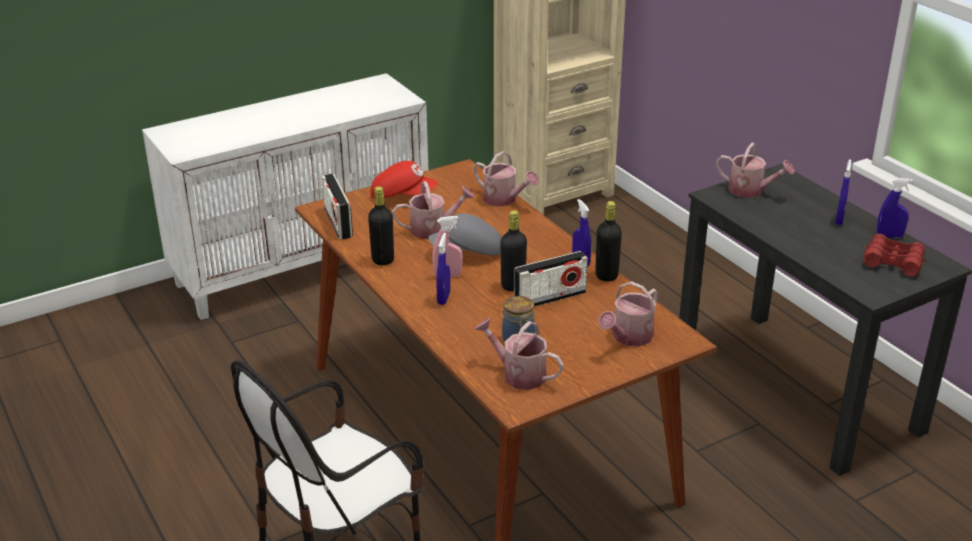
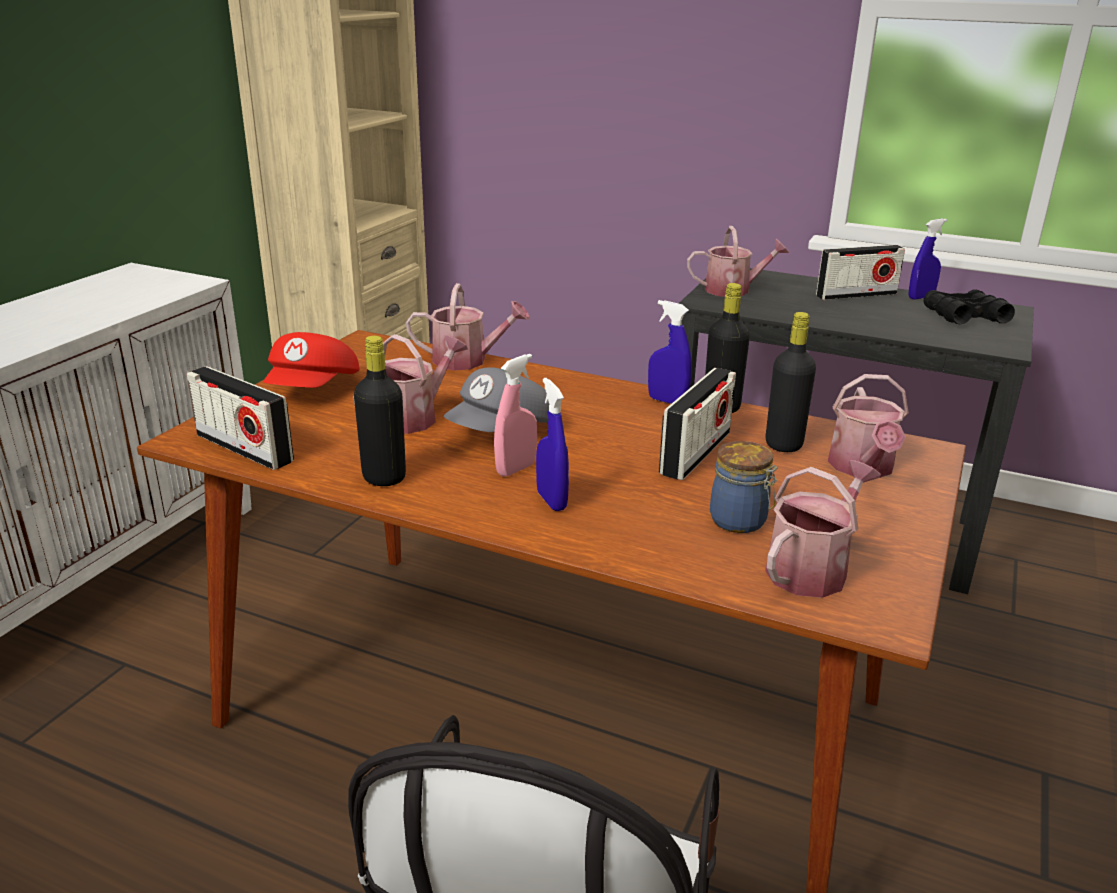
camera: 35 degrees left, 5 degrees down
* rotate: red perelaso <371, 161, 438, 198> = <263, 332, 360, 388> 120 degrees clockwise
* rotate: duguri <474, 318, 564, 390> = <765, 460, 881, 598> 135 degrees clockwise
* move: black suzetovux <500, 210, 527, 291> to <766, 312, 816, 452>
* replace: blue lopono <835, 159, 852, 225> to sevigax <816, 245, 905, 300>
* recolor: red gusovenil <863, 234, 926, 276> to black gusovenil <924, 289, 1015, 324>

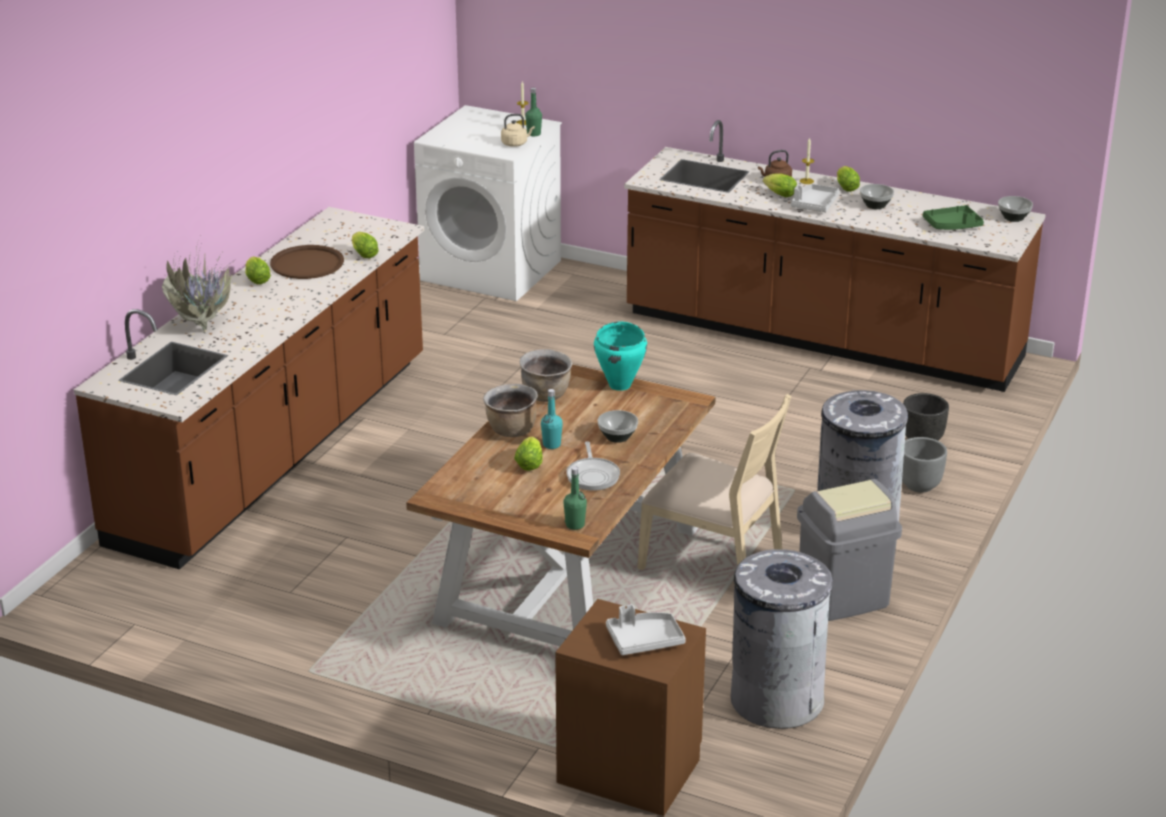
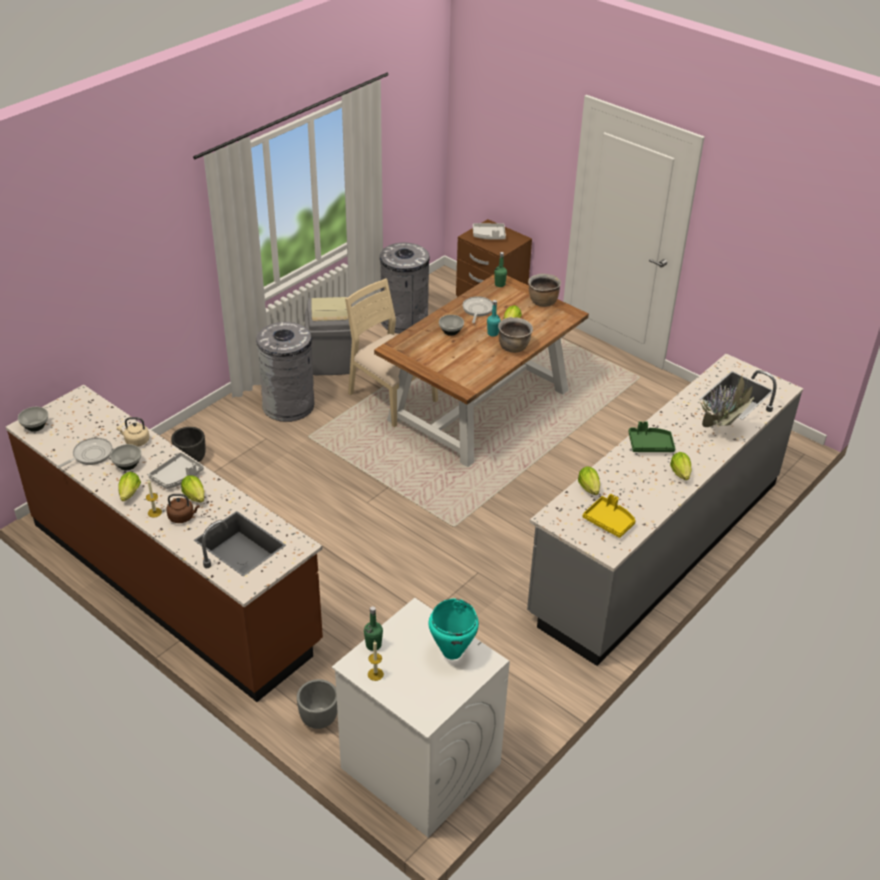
camera: 165 degrees left, 10 degrees up
* recolor: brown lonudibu <74, 207, 424, 569> to grey lonudibu <527, 354, 803, 666>
* delete: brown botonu <270, 245, 344, 279>
* move: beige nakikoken <501, 114, 535, 147> to <117, 417, 149, 447>
* move: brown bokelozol <520, 349, 573, 402> to <528, 274, 561, 307>
* move: turquoise bokelozol <594, 321, 647, 391> to <429, 598, 479, 660>
* move: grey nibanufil <902, 437, 947, 493> to <297, 679, 337, 729>
* move: green botonu <923, 205, 984, 230> to <629, 421, 675, 452>
* insert: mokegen <56, 438, 112, 468>
* insert: yellow botonu <583, 494, 636, 538>

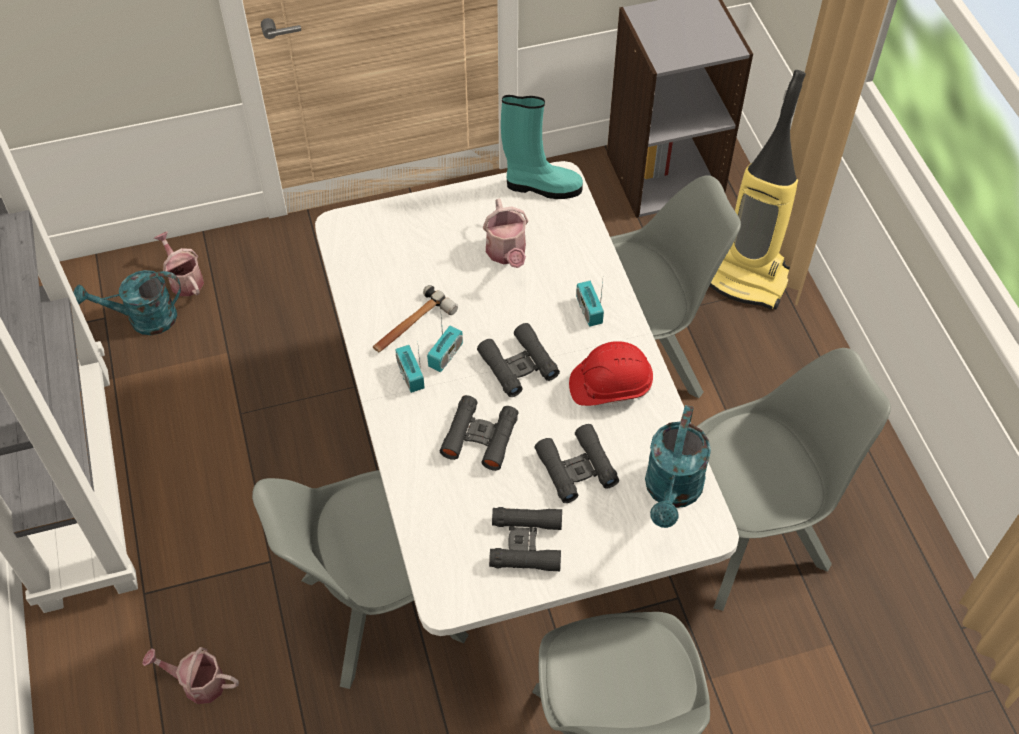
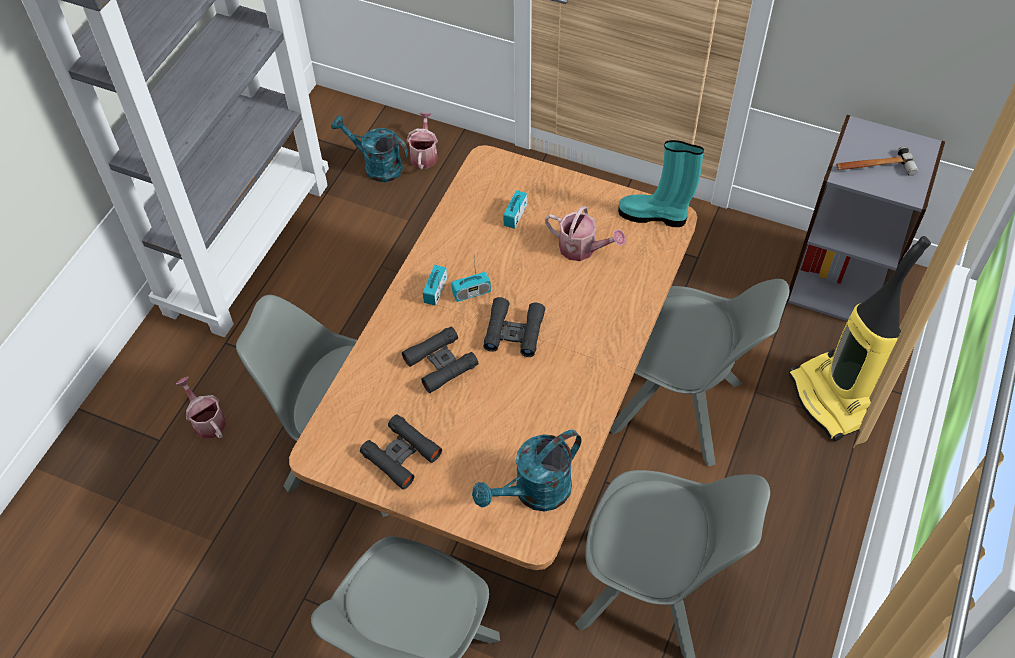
camera: 40 degrees right, 0 degrees up
* recolor: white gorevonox <315, 161, 739, 636> to brown gorevonox <289, 145, 697, 570>
* move: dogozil <373, 285, 458, 352> to <836, 146, 918, 176>
* rotate: duguri <483, 198, 528, 268> = <545, 206, 626, 261> 90 degrees counterclockwise
* rotate: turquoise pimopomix <501, 95, 583, 199> = <618, 140, 704, 227> 150 degrees clockwise
* delete: black gusovenil <535, 424, 619, 503>
* delete: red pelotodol <569, 341, 653, 406>
* move: sevigax <576, 281, 604, 327> to <503, 190, 527, 229>

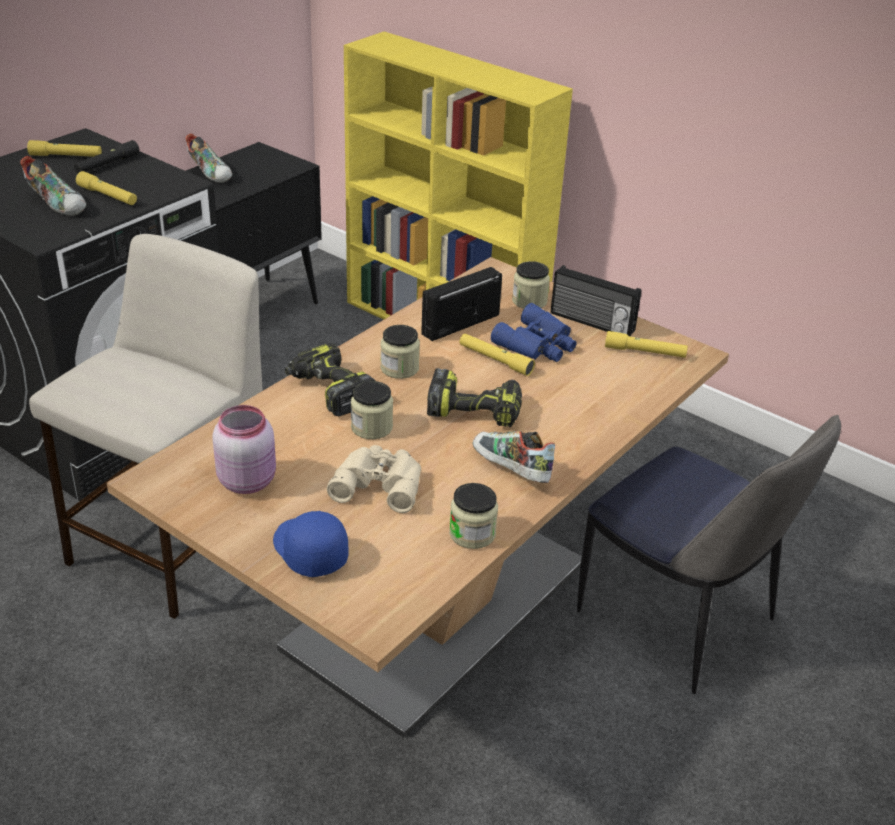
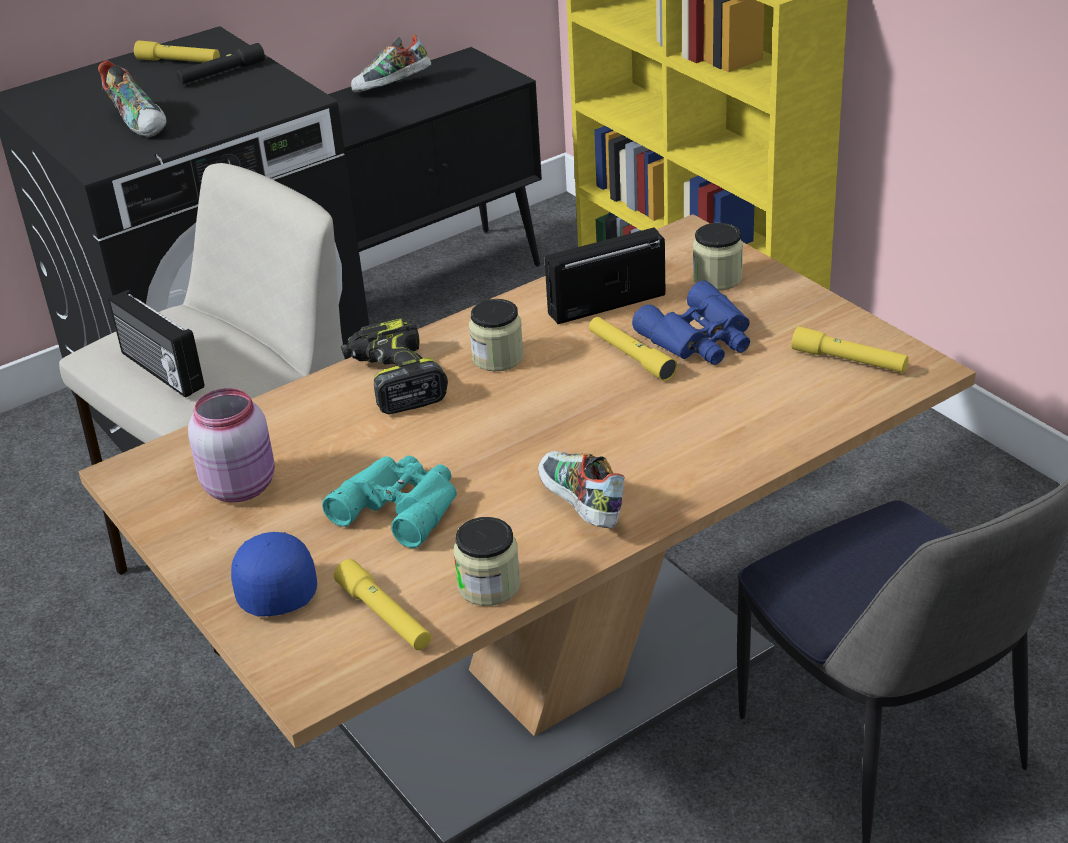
camera: 20 degrees right, 0 degrees up
* move: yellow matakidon <76, 171, 137, 205> to <334, 559, 431, 650>
* rotate: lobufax <185, 133, 232, 183> = <351, 34, 431, 92> 90 degrees clockwise
* recolor: beige gusovenil <327, 445, 421, 513> to turquoise gusovenil <322, 456, 457, 548>
* delete: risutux <351, 381, 393, 439>
* delete: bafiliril <427, 368, 522, 427>
* move: sevigax <551, 265, 641, 337> to <108, 290, 205, 398>

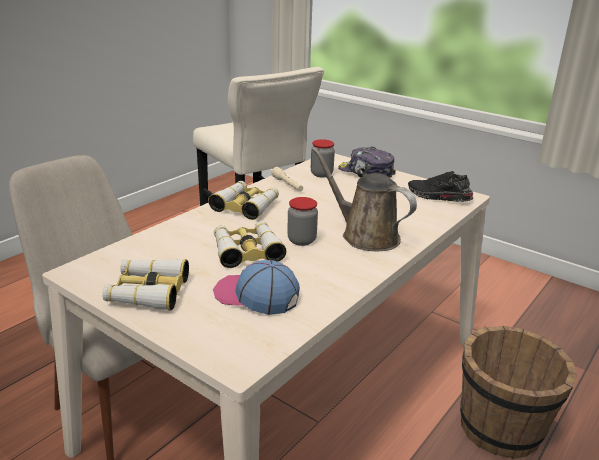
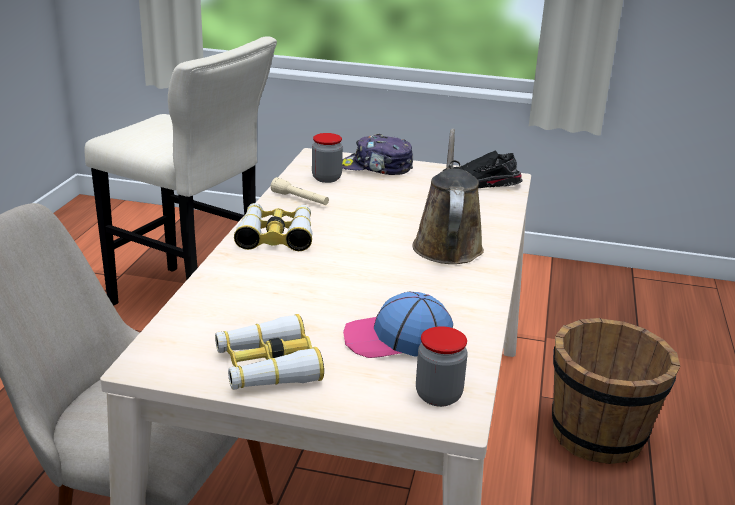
camera: 25 degrees left, 0 degrees up
* delete: gusovenil <214, 221, 287, 268>
* move: risutux <287, 197, 318, 246> to <416, 326, 468, 407>
* rotate: brown duguri <312, 147, 417, 251> = <413, 129, 484, 264> 75 degrees clockwise

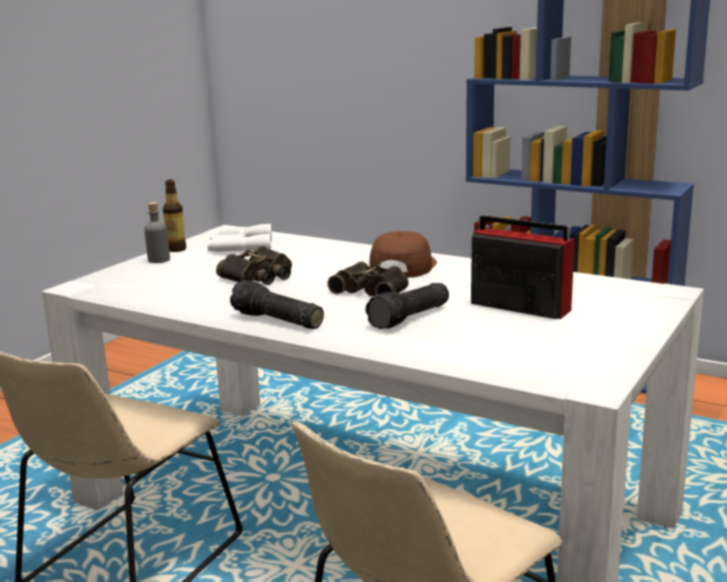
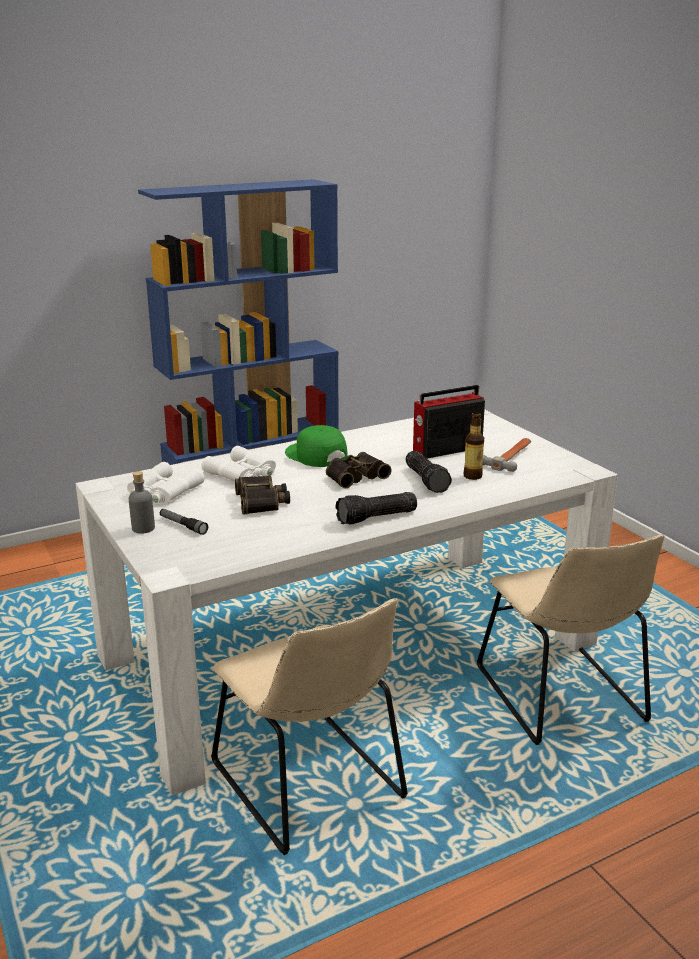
camera: 60 degrees left, 5 degrees up
* move: suzetovux <163, 180, 186, 252> to <463, 412, 484, 480>
* recolor: brown perelaso <370, 231, 437, 278> to green perelaso <285, 425, 347, 467>
* insert: matakidon <160, 509, 208, 535>
* insert: white gusovenil <202, 446, 276, 481>
* insert: dogozil <482, 438, 531, 472>

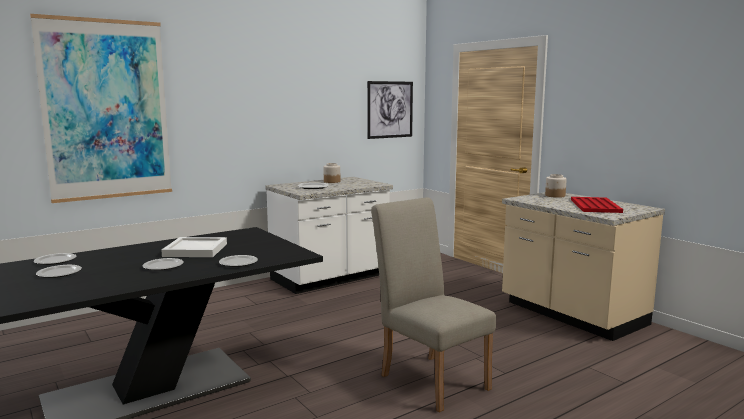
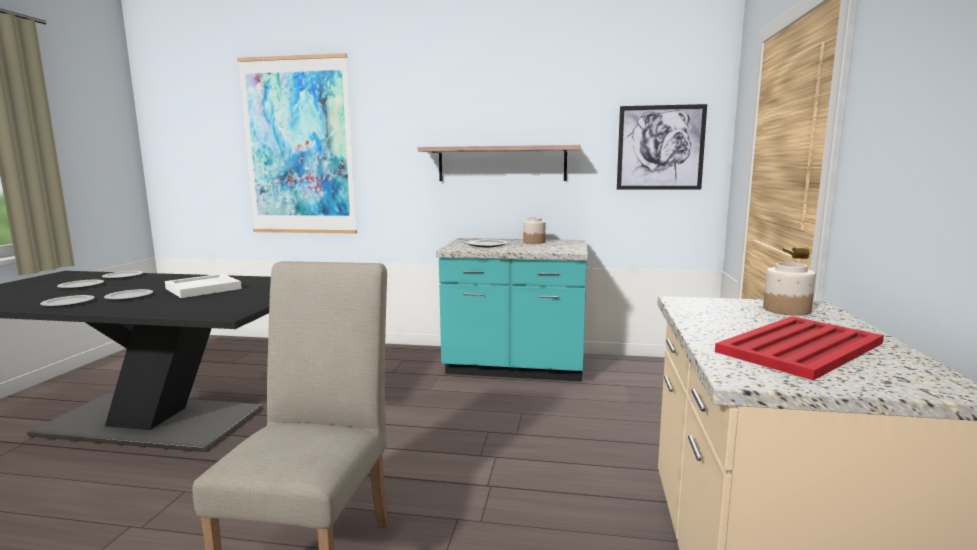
camera: 45 degrees right, 0 degrees up
* move: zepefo <219, 255, 258, 267> to <40, 295, 95, 307>
* recolor: white lonudibu <265, 177, 393, 294> to turquoise lonudibu <436, 238, 588, 382>
* insert: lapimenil <418, 145, 580, 181>

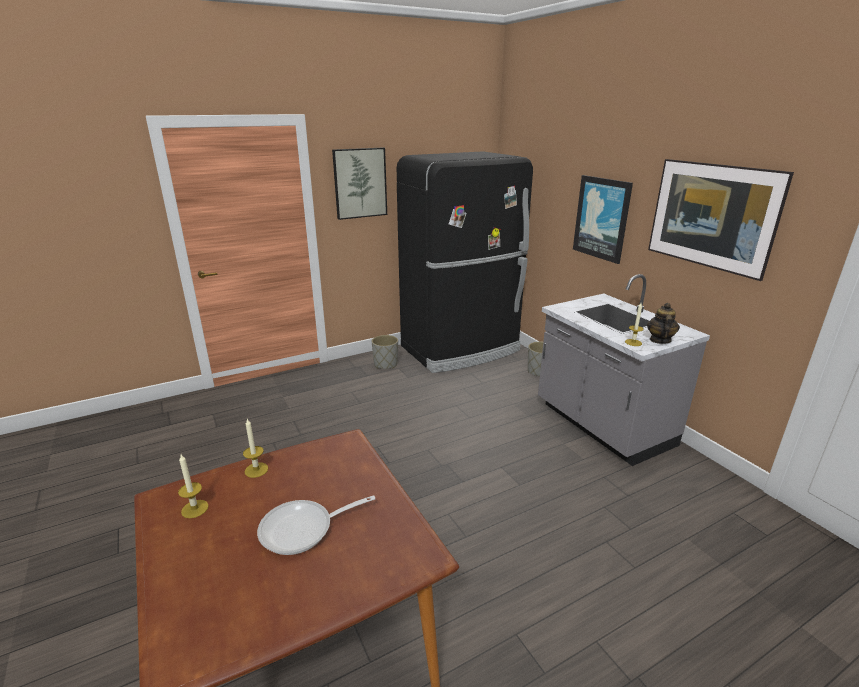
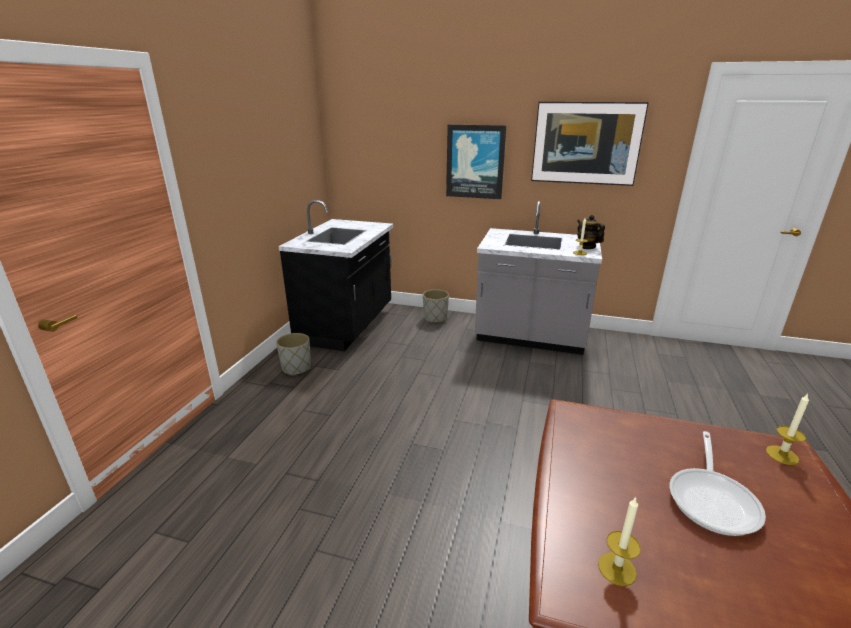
camera: 45 degrees left, 0 degrees up
* move: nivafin <243, 419, 268, 478> to <766, 394, 809, 465>
* delete: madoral <332, 148, 387, 220>
* replace: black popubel <397, 151, 533, 373> to black lonudibu <278, 200, 393, 351>

